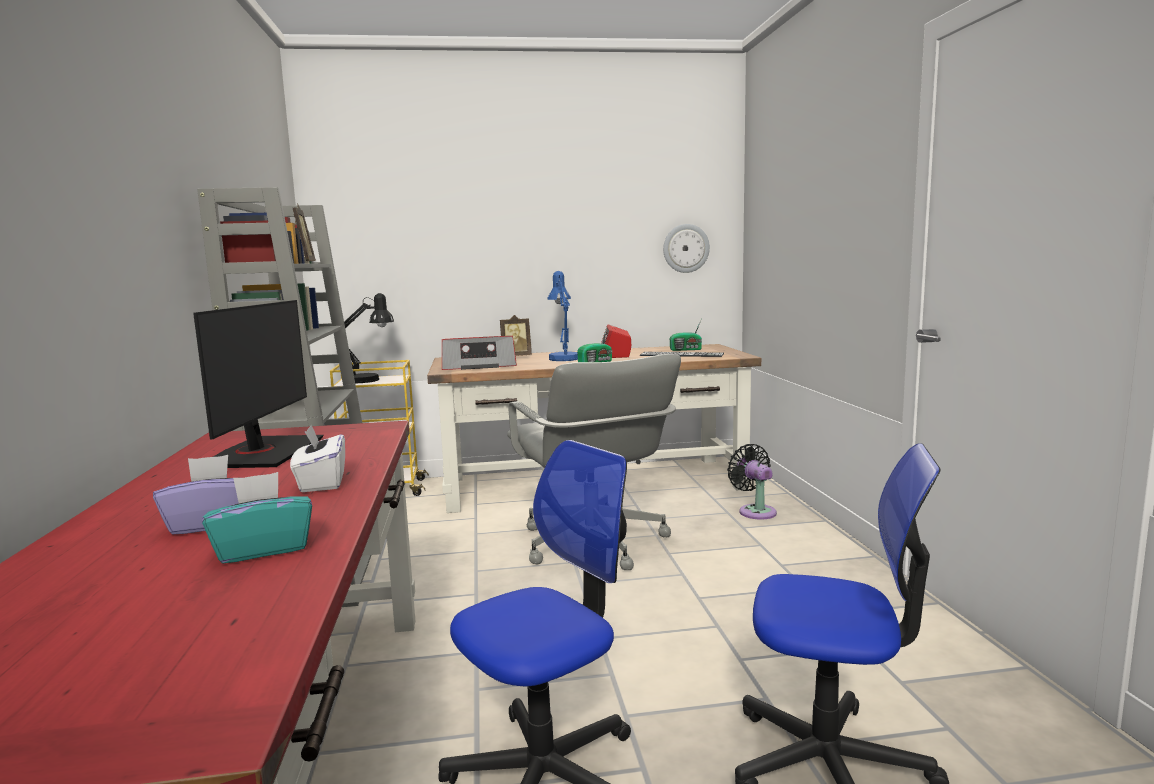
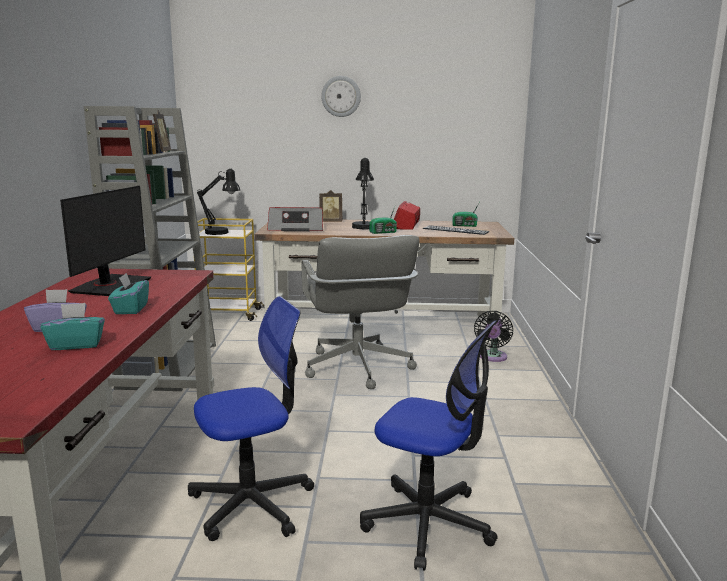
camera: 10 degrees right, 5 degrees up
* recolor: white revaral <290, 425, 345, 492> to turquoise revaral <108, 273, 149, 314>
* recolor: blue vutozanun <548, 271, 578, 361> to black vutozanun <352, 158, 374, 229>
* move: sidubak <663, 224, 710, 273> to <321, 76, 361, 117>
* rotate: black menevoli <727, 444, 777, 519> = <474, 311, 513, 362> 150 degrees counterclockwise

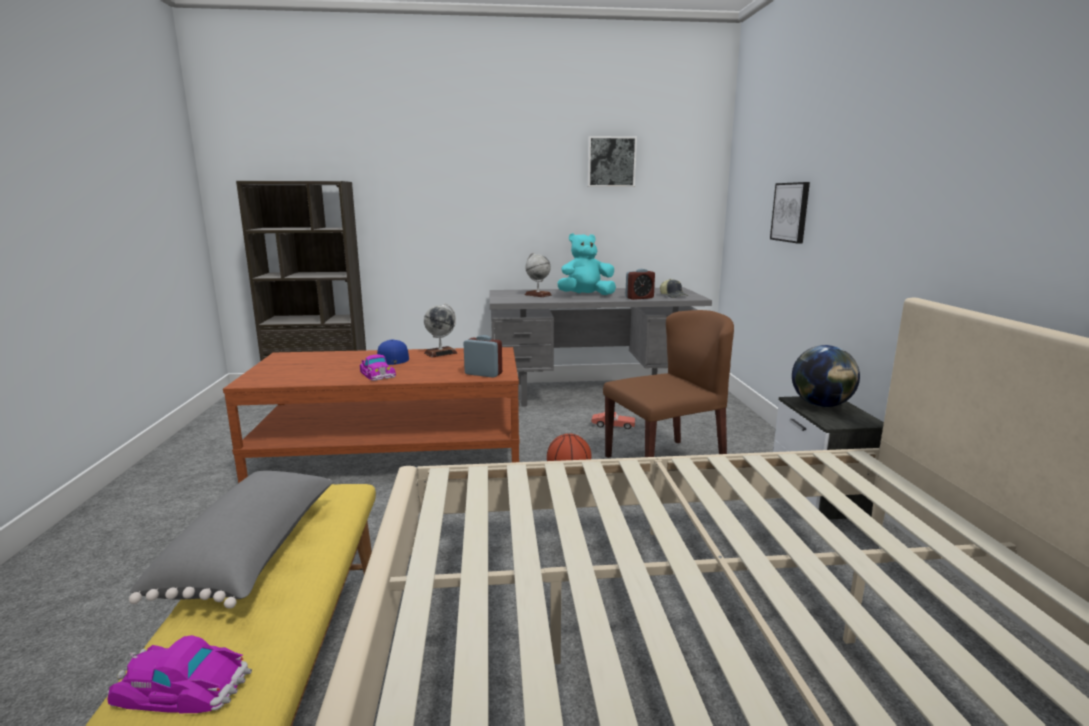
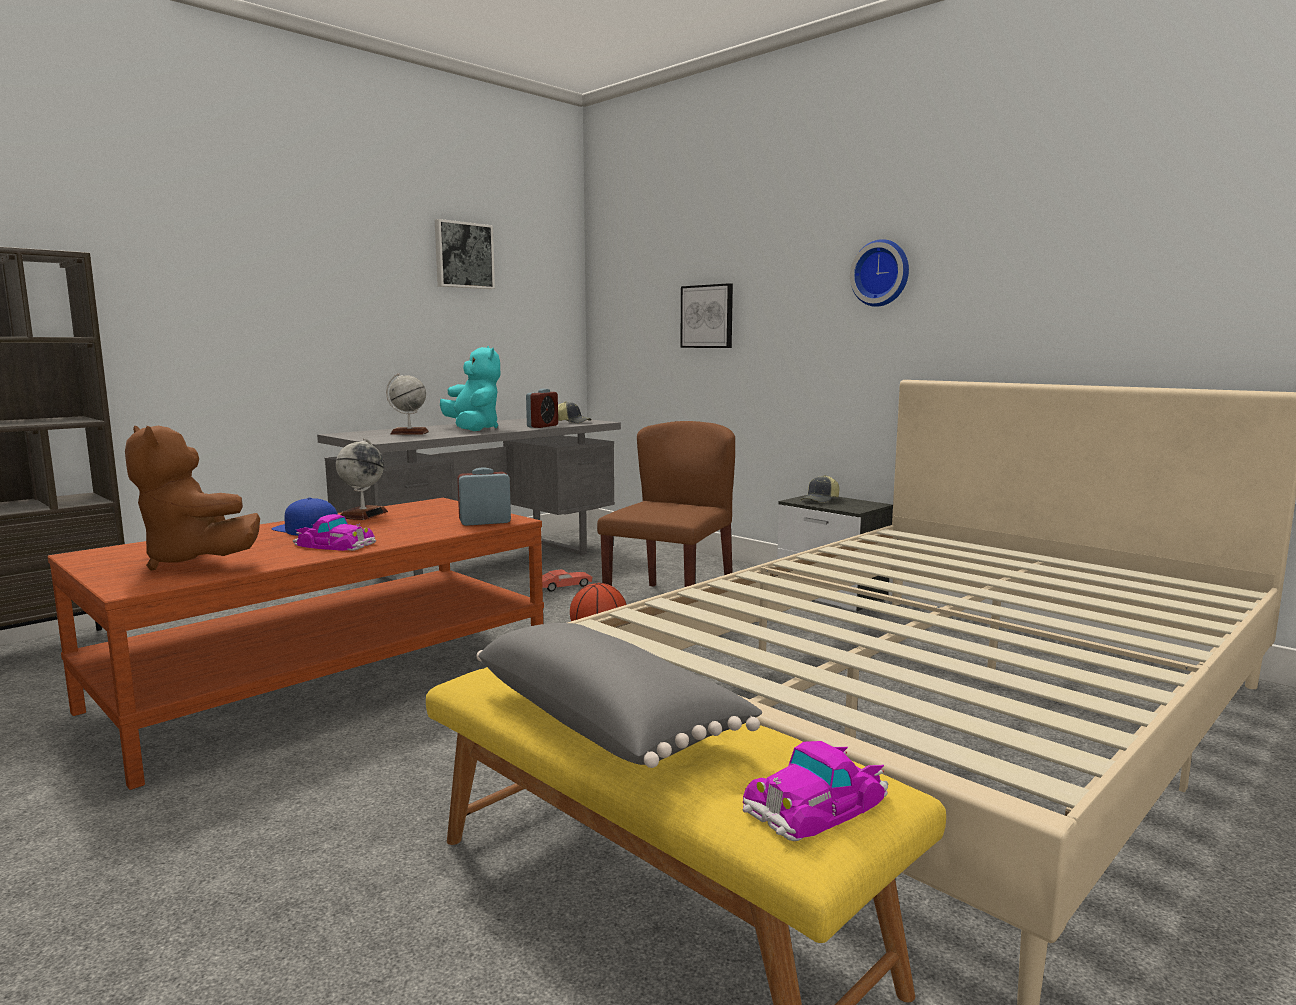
camera: 40 degrees left, 5 degrees down
* rotate: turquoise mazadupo <557, 233, 616, 295> = <440, 346, 500, 431> 120 degrees clockwise
* replace: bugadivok <792, 345, 860, 407> to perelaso <801, 475, 839, 503>
* insert: brown mazadupo <125, 426, 260, 571>
* insert: sidubak <850, 239, 909, 307>

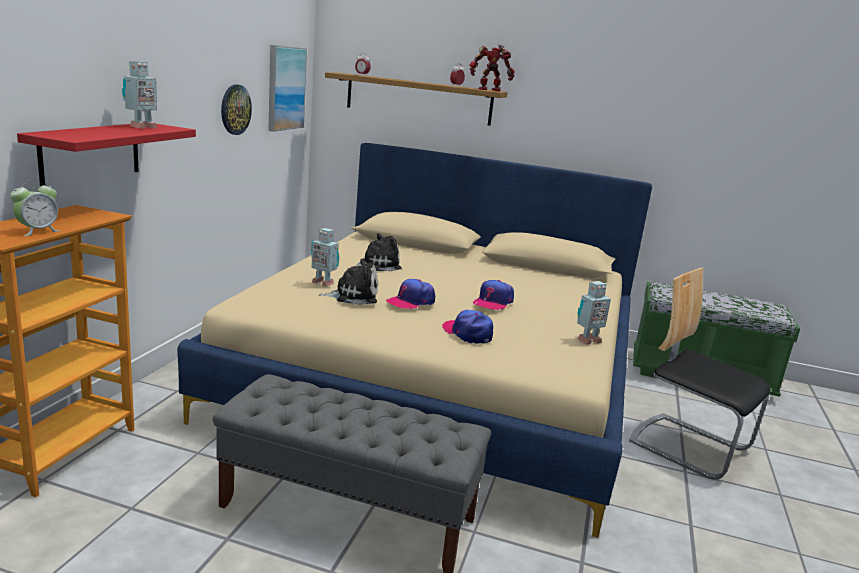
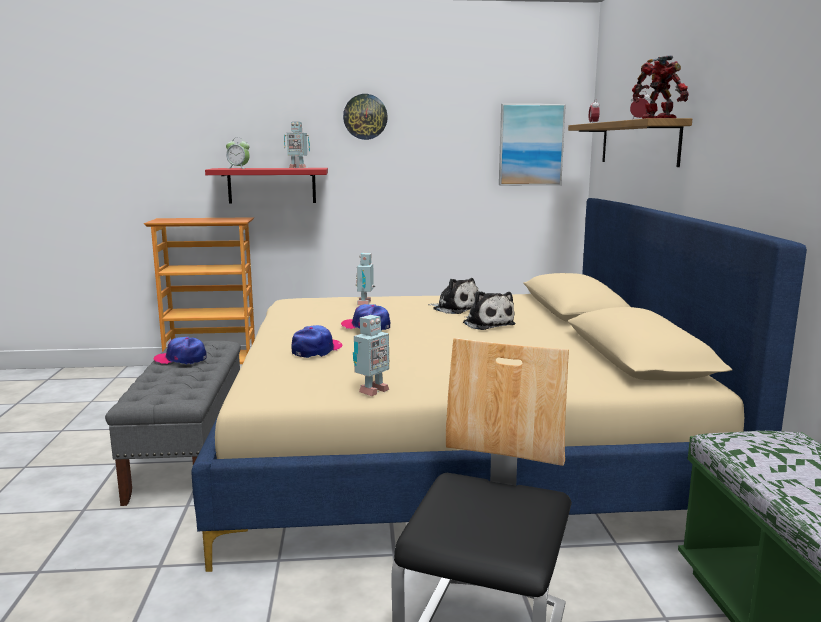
camera: 70 degrees right, 5 degrees down
* move: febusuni <10, 180, 60, 236> to <226, 137, 250, 169>
* move: sidubak <221, 84, 252, 135> to <343, 94, 388, 140>
* move: mazadupo <318, 259, 378, 305> to <463, 291, 515, 330>
* move: perelaso <473, 280, 514, 311> to <154, 337, 206, 364>
* rotate: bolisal <577, 281, 611, 345> = <353, 315, 390, 396> 90 degrees counterclockwise

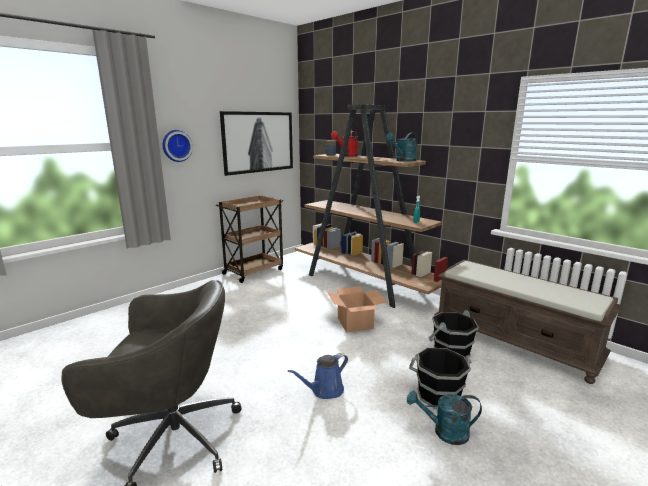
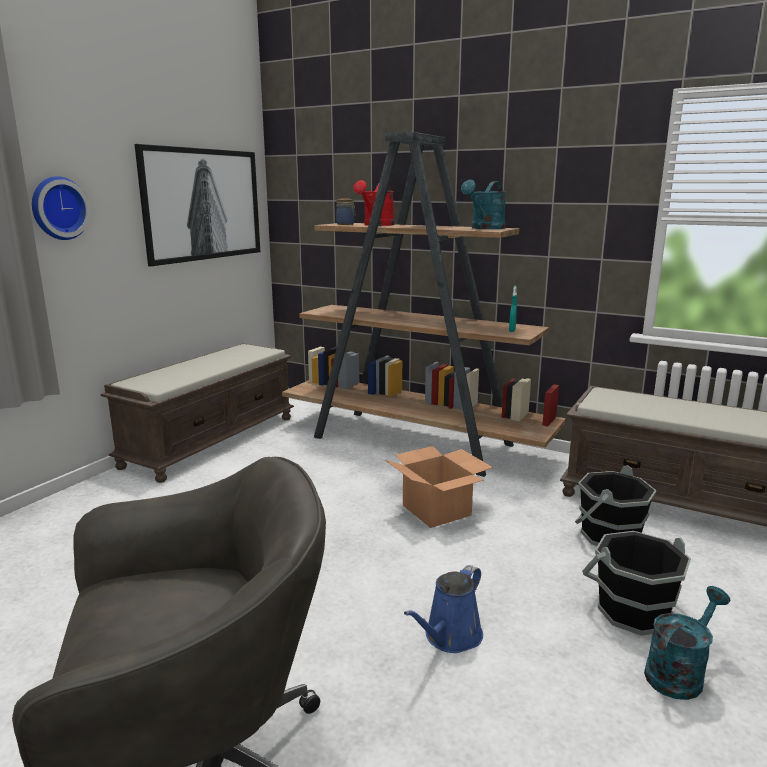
camera: 15 degrees left, 0 degrees up
* replace: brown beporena <216, 195, 283, 283> to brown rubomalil <100, 343, 294, 483>
* rotate: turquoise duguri <407, 391, 482, 445> = <644, 586, 730, 700> 150 degrees clockwise

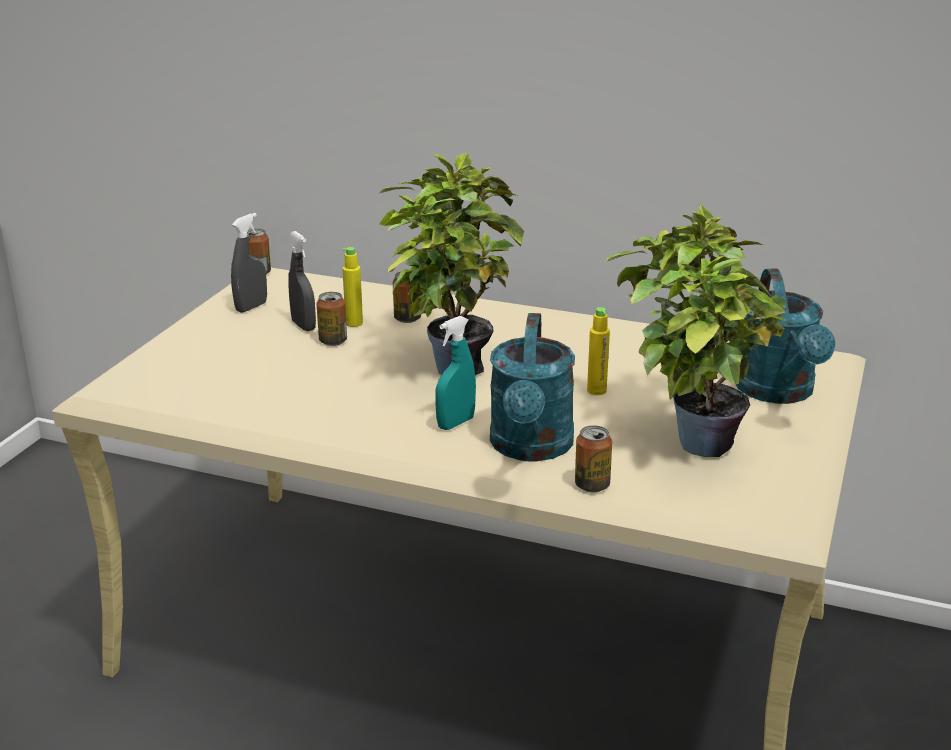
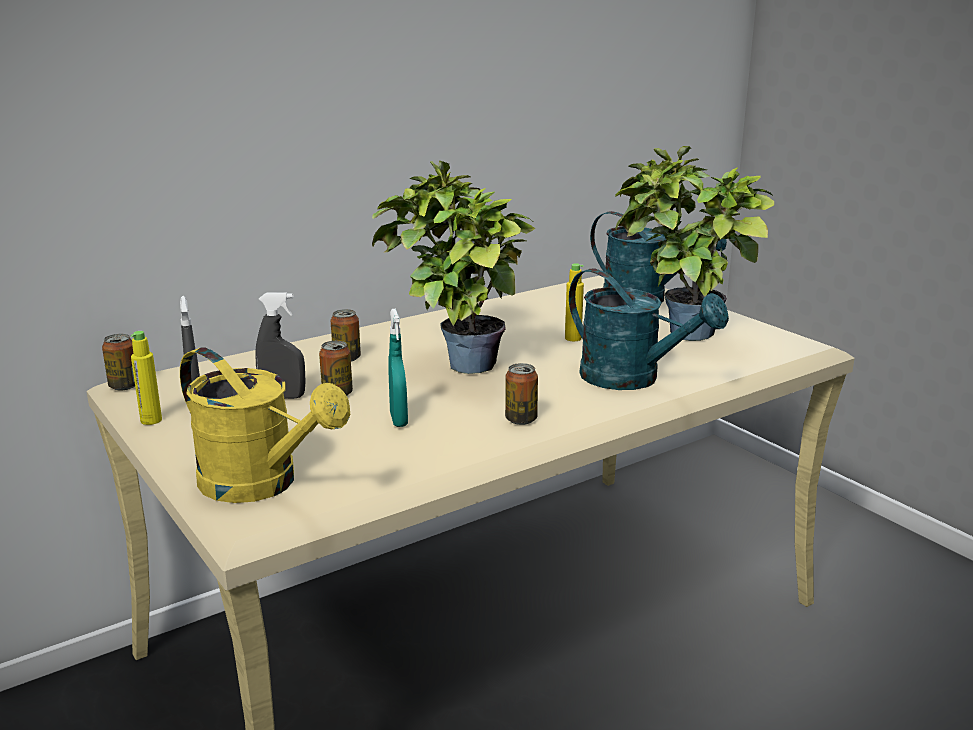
camera: 55 degrees left, 5 degrees down
* move: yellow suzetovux <342, 247, 363, 327> to <130, 331, 162, 425>
* move: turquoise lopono <435, 316, 476, 430> to <388, 309, 408, 427>
* move: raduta <575, 425, 612, 493> to <505, 363, 538, 425>
* insert: yellow duguri <180, 347, 350, 503>

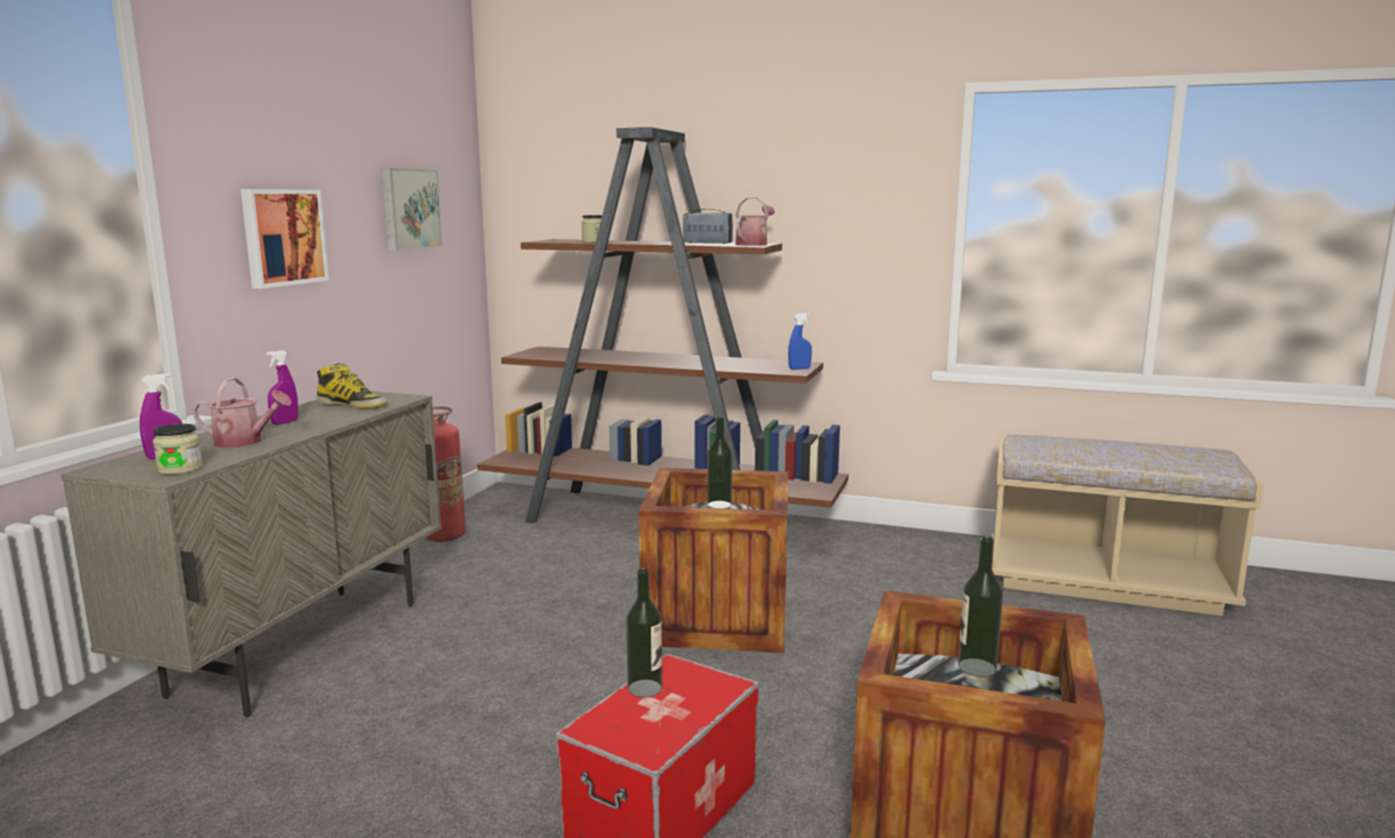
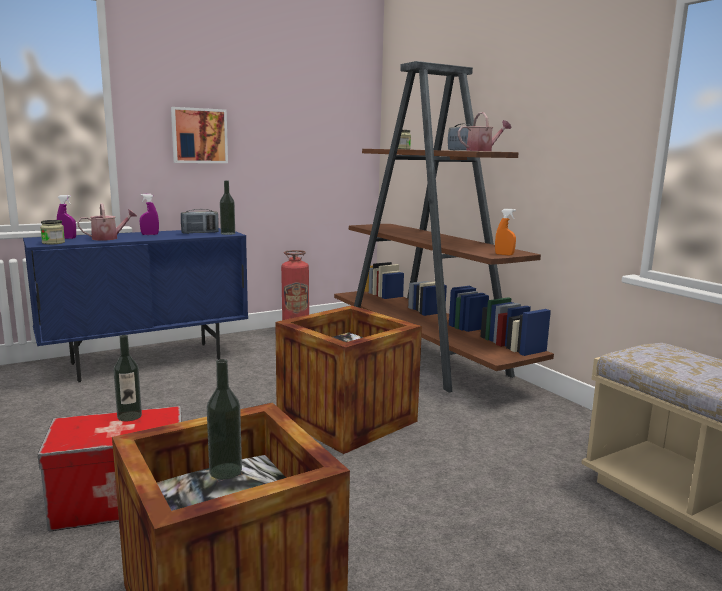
camera: 40 degrees right, 0 degrees up
* recolor: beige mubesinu <61, 391, 441, 718> to blue mubesinu <23, 228, 248, 382>
* rotate: duguri <192, 377, 292, 448> = <77, 203, 138, 241> 75 degrees counterclockwise
* replace: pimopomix <317, 363, 387, 408> to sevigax <181, 209, 219, 234>
* delete: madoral <381, 168, 443, 251>
* move: suzetovux <707, 417, 732, 508> to <220, 180, 235, 235>
* recolor: blue lopono <788, 313, 812, 370> to orange lopono <495, 209, 516, 255>

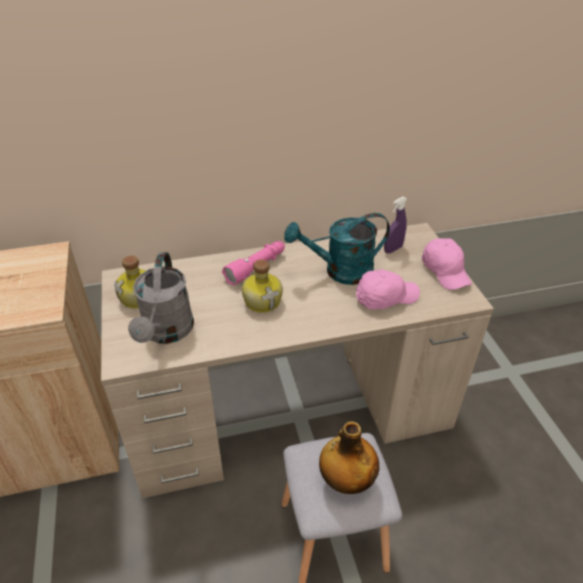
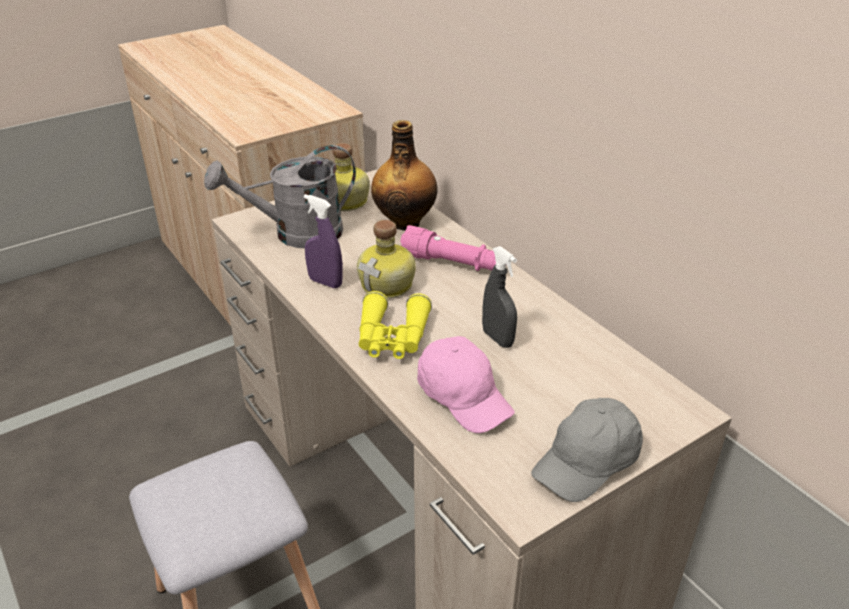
camera: 70 degrees right, 5 degrees down
* replace: turquoise duguri <284, 213, 390, 285> to grey lopono <482, 246, 517, 348>
* move: suzetovux <319, 421, 380, 494> to <371, 120, 437, 230>
* move: purple lopono <384, 196, 407, 253> to <304, 194, 343, 288>
* recolor: pink perelaso <422, 238, 472, 290> to grey perelaso <531, 398, 643, 502>
* insert: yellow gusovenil <359, 291, 432, 359>

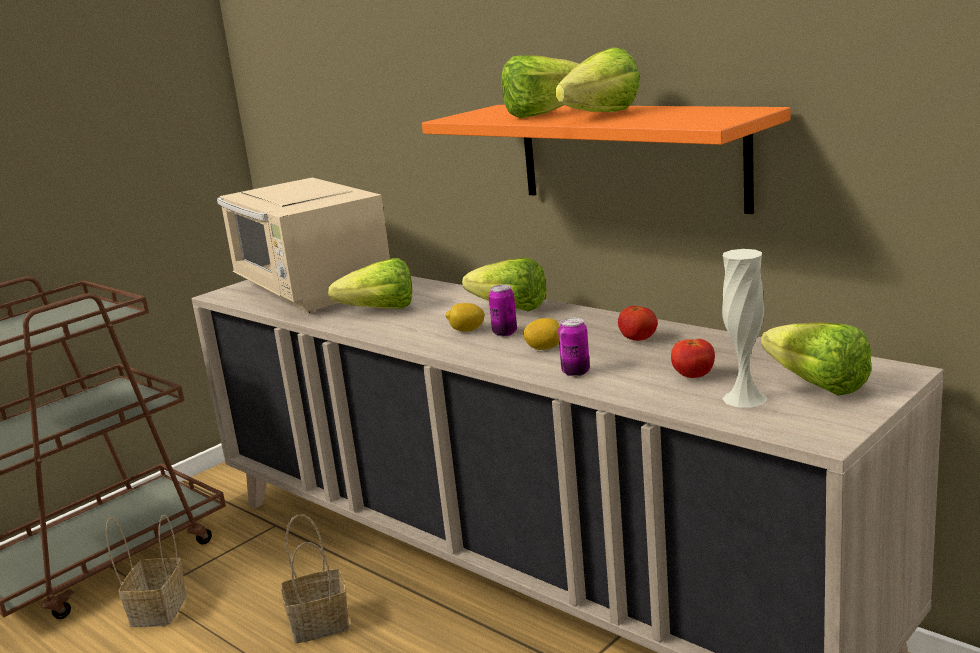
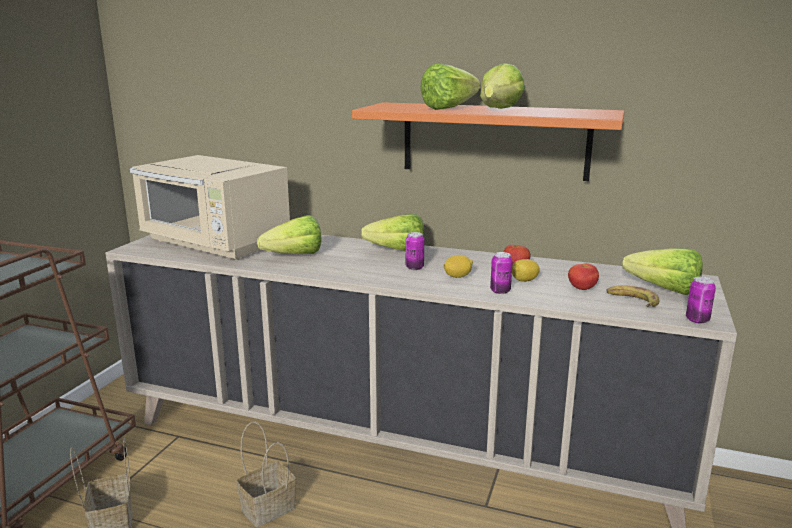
camera: 25 degrees left, 0 degrees up
* move: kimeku <445, 303, 485, 332> to <512, 259, 540, 282>
* replace: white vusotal <722, 249, 767, 408> to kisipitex <606, 285, 659, 307>
* insert: raduta <686, 277, 716, 324>

